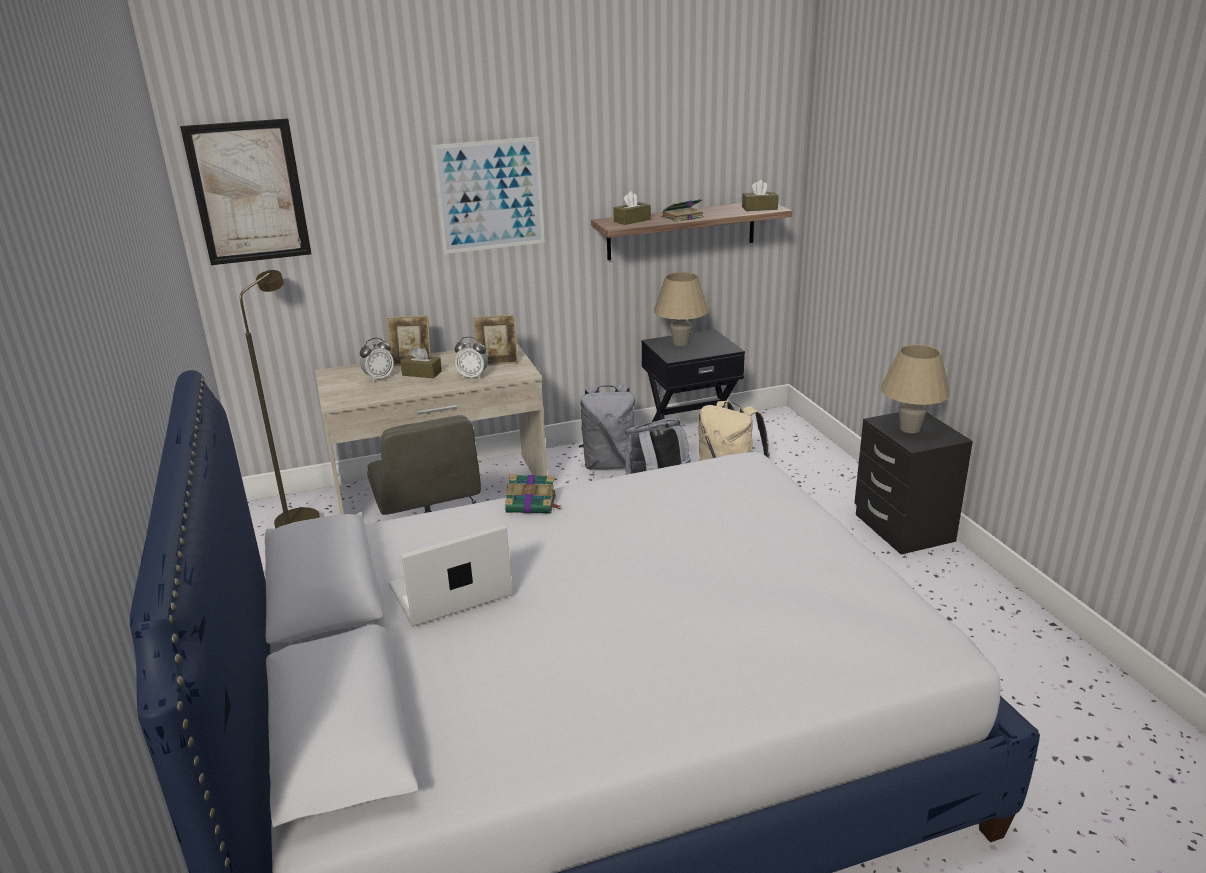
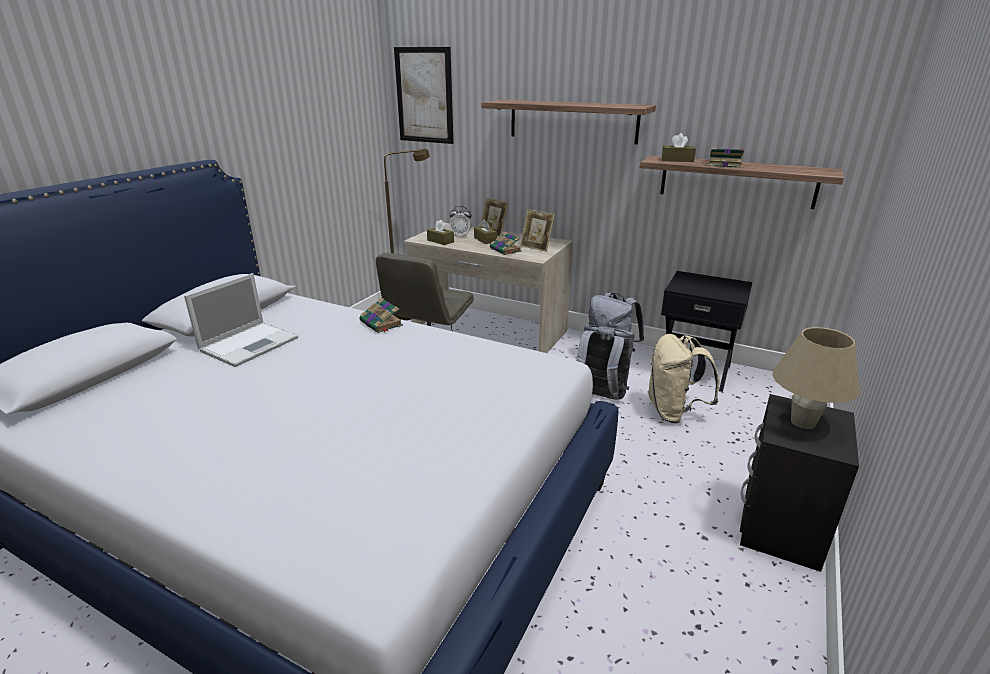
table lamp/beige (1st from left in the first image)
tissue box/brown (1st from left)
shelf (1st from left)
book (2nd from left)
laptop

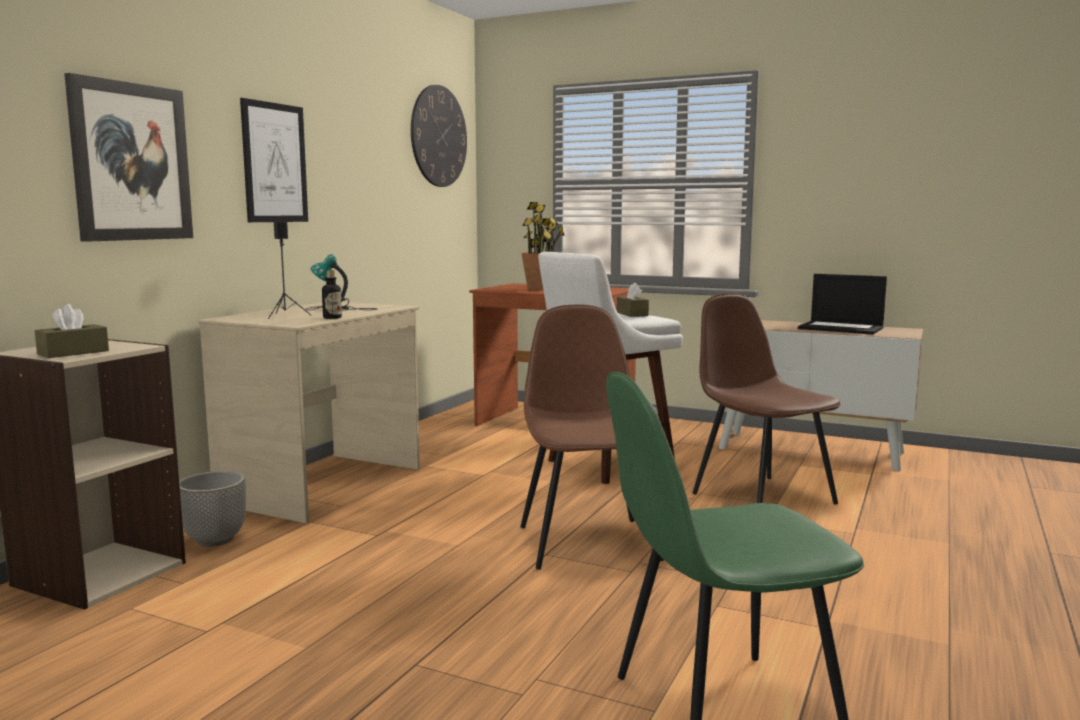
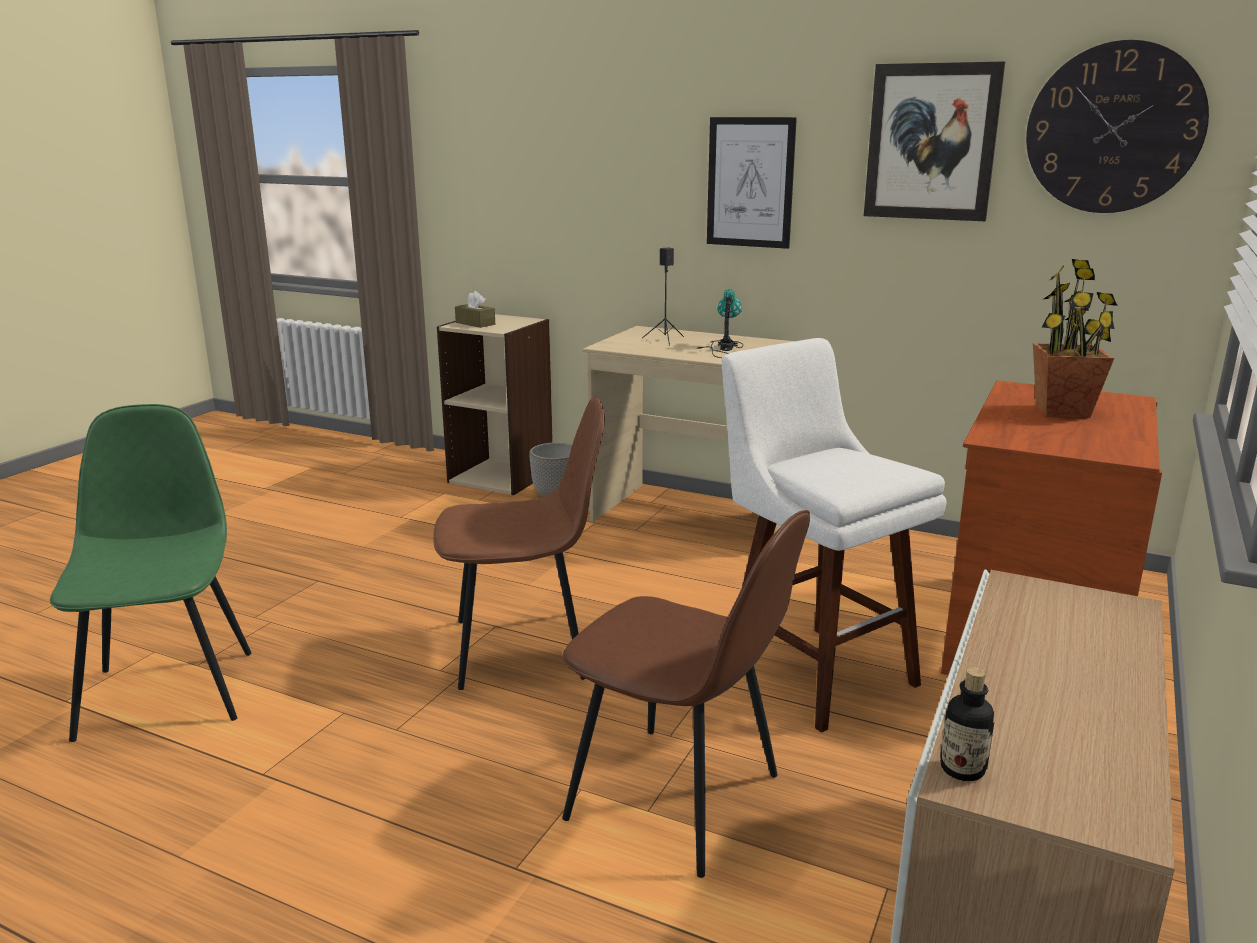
tissue box/brown (2nd from left in the first image)
laptop
picture (2nd from left)
bottle
chair/brown (2nd from left)

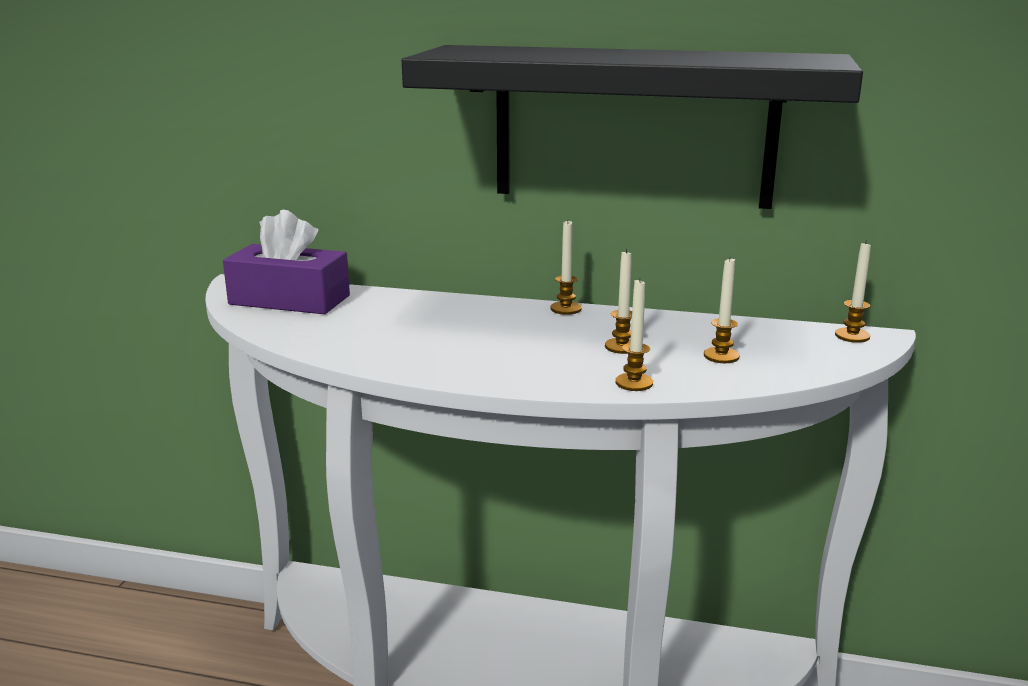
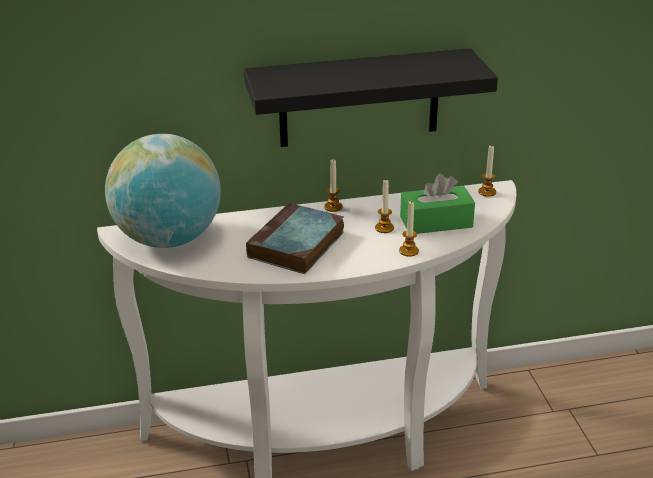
book
globe
tissue box/green

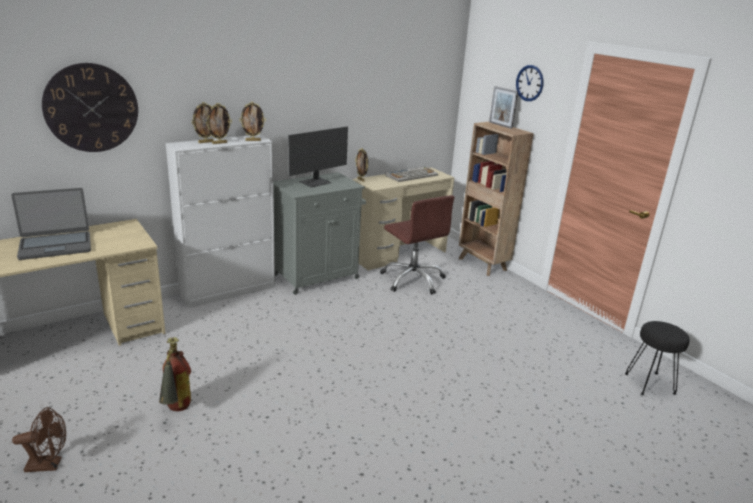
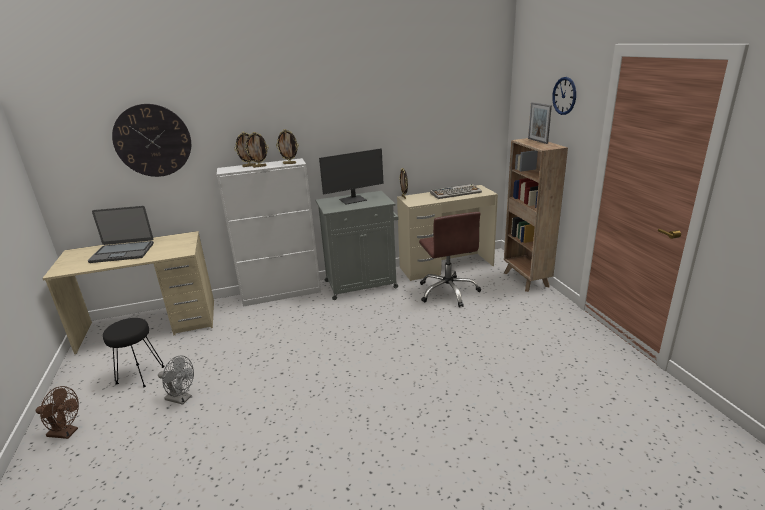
stool/black
fan/grey

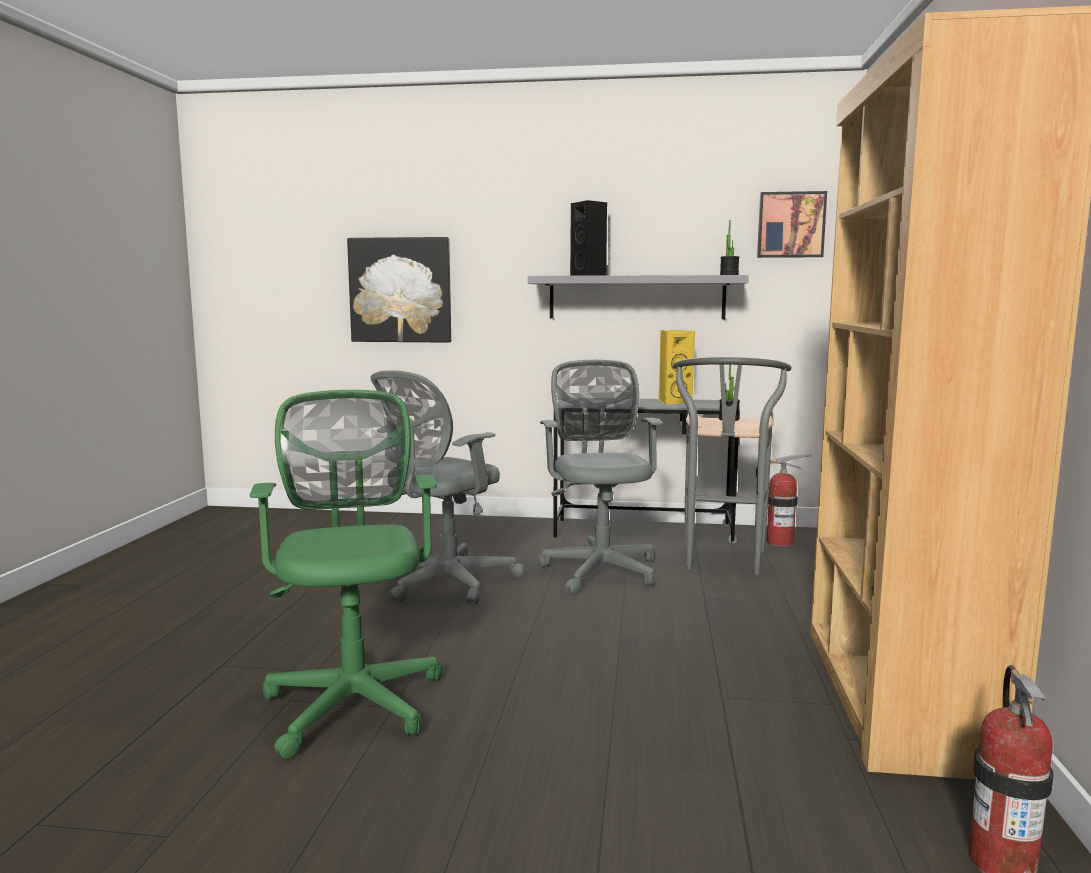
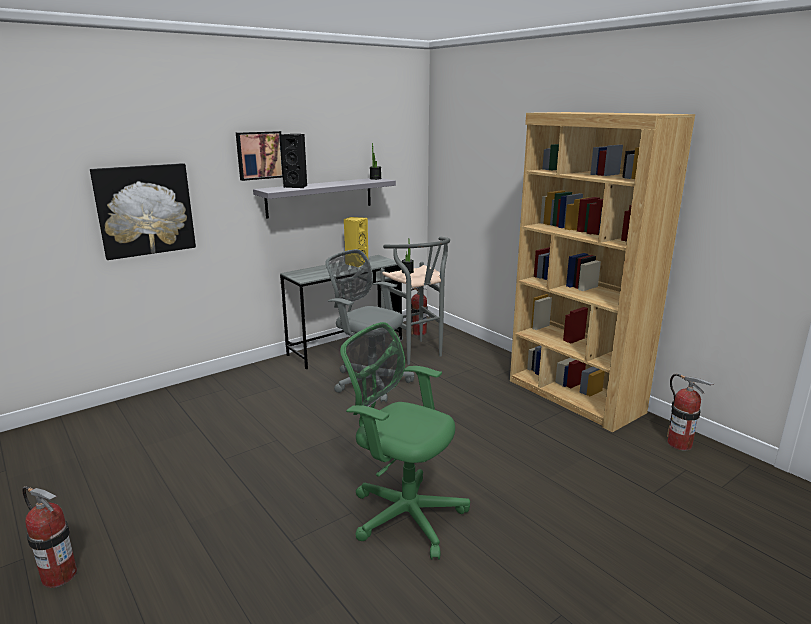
office chair/grey (1st from left in the first image)
fire extinguisher (1st from left)
picture (2nd from left)

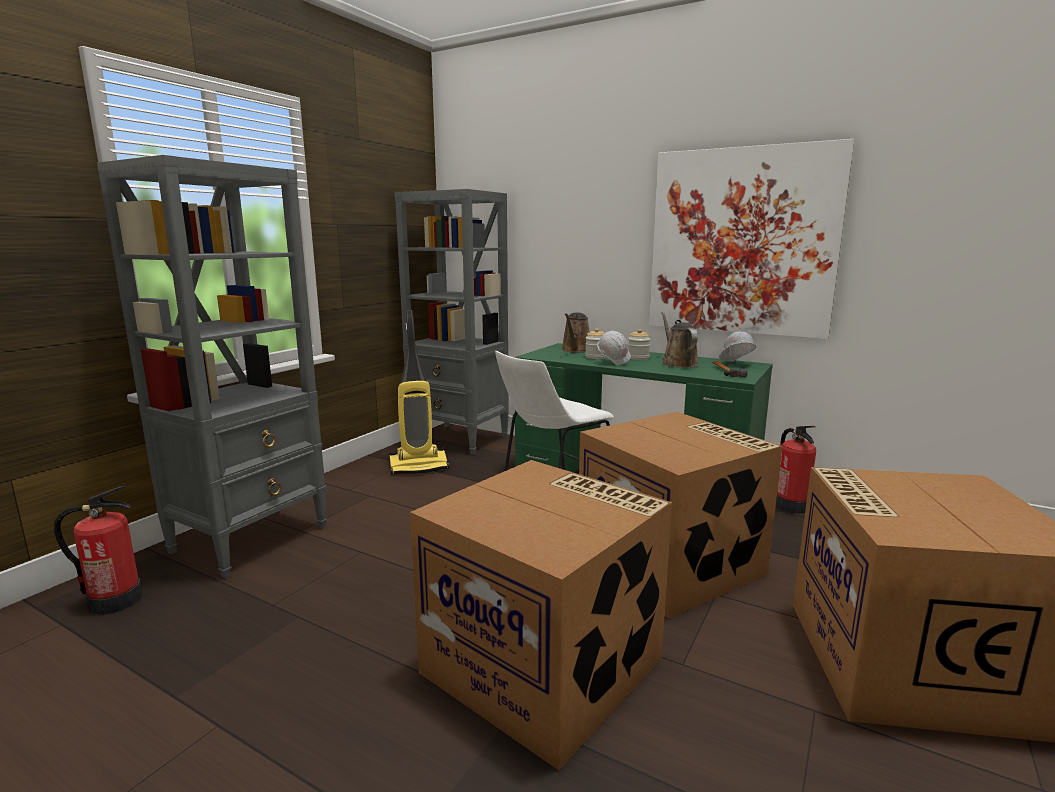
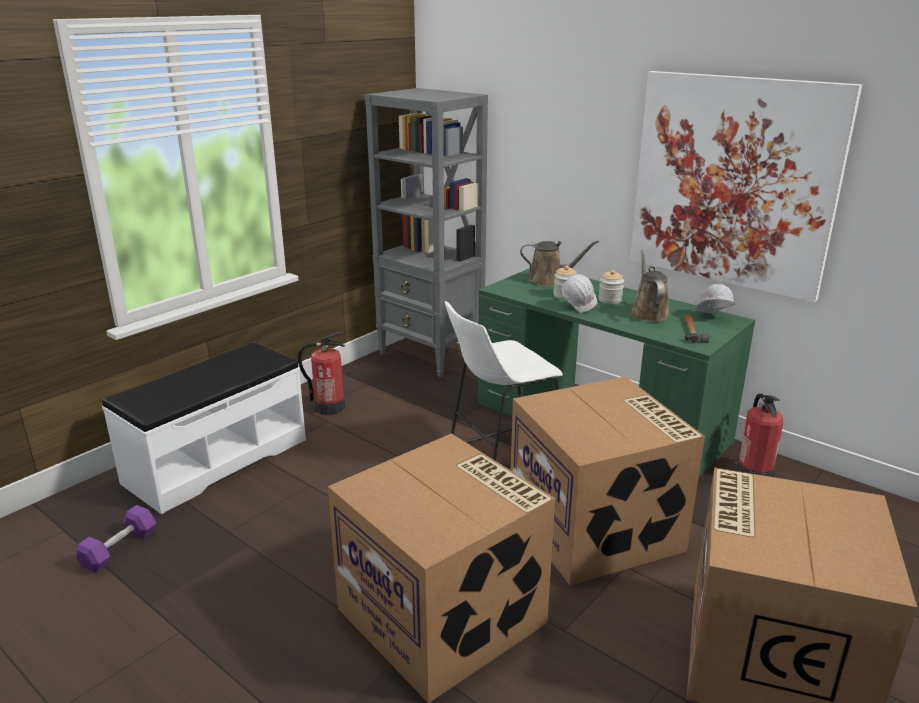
vacuum cleaner
dumbbell/purple
fire extinguisher (1st from left)
bench/white
watering can/brown (1st from left)

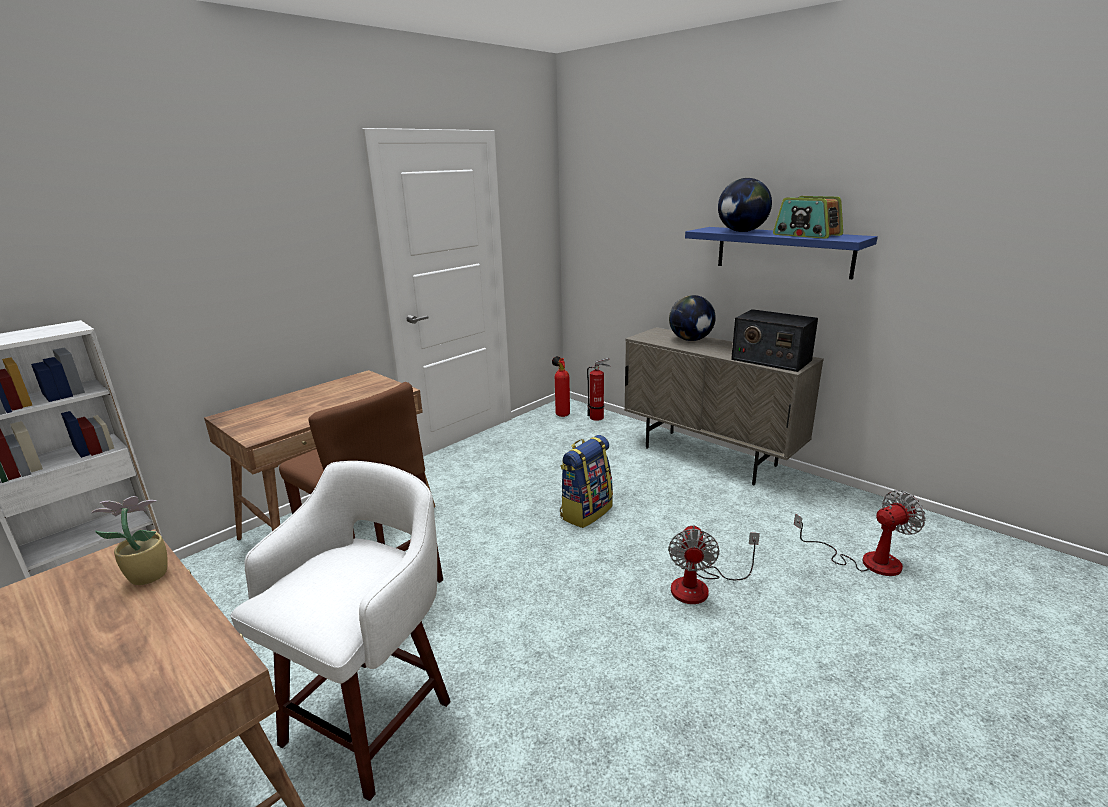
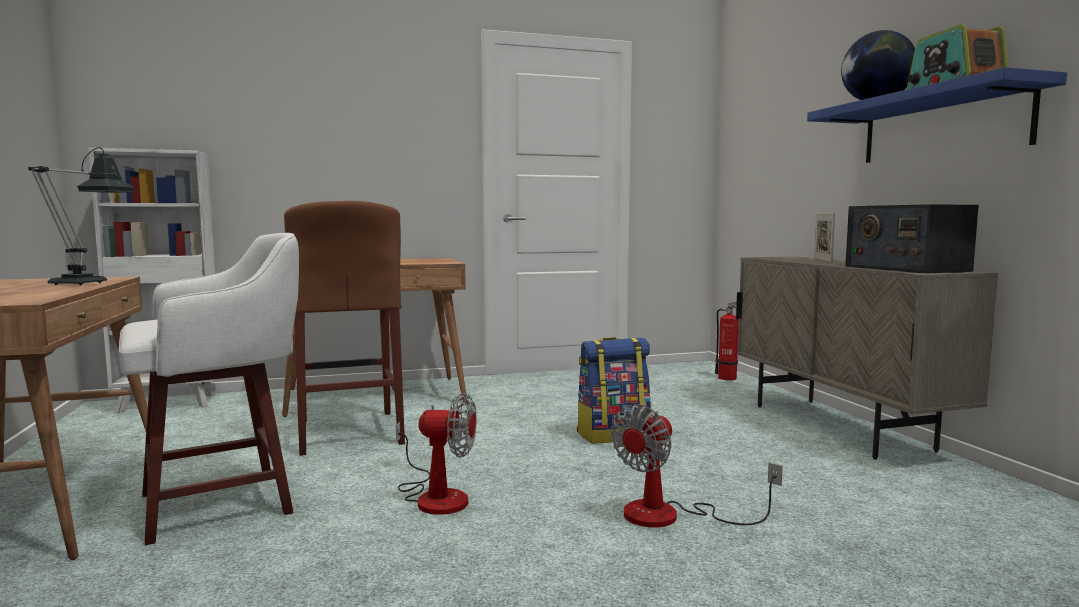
fire extinguisher (1st from left in the first image)
fan (1st from left)
table lamp
picture frame

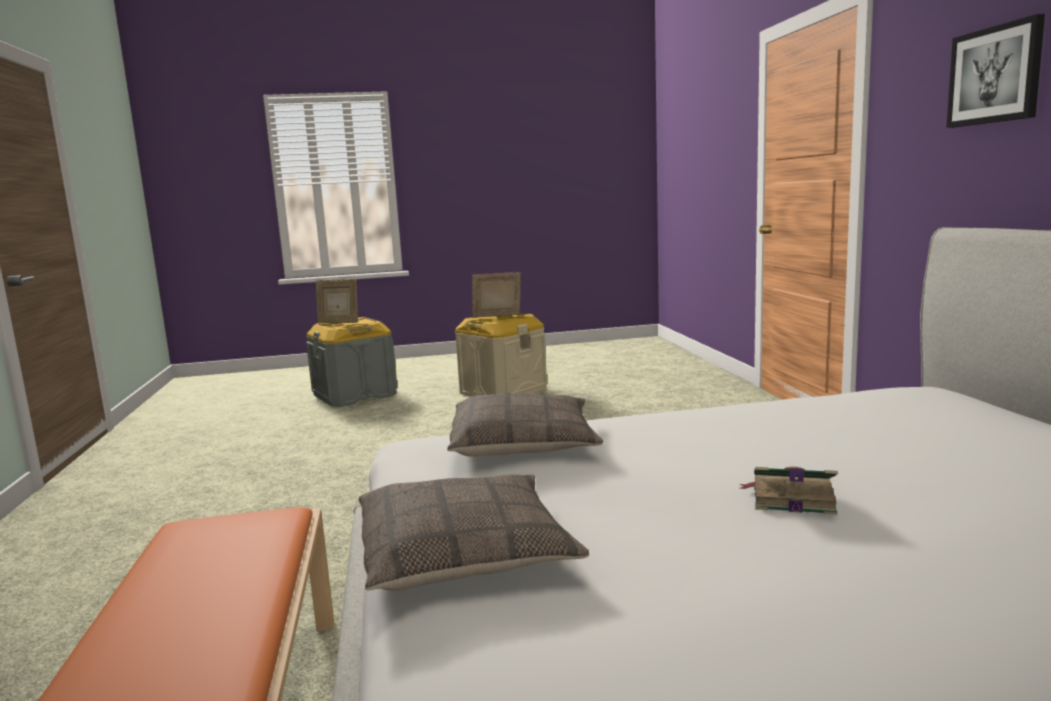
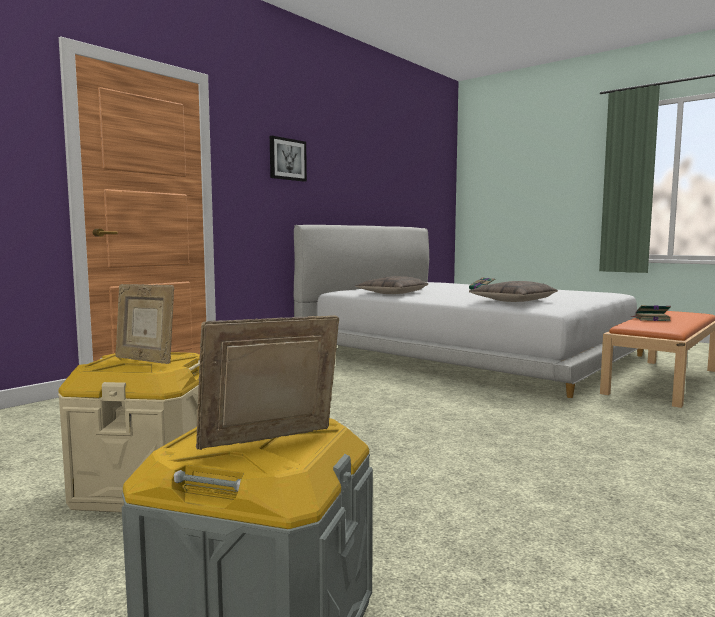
book (2nd from left)
pillow (1st from left)
picture frame (2nd from left)

